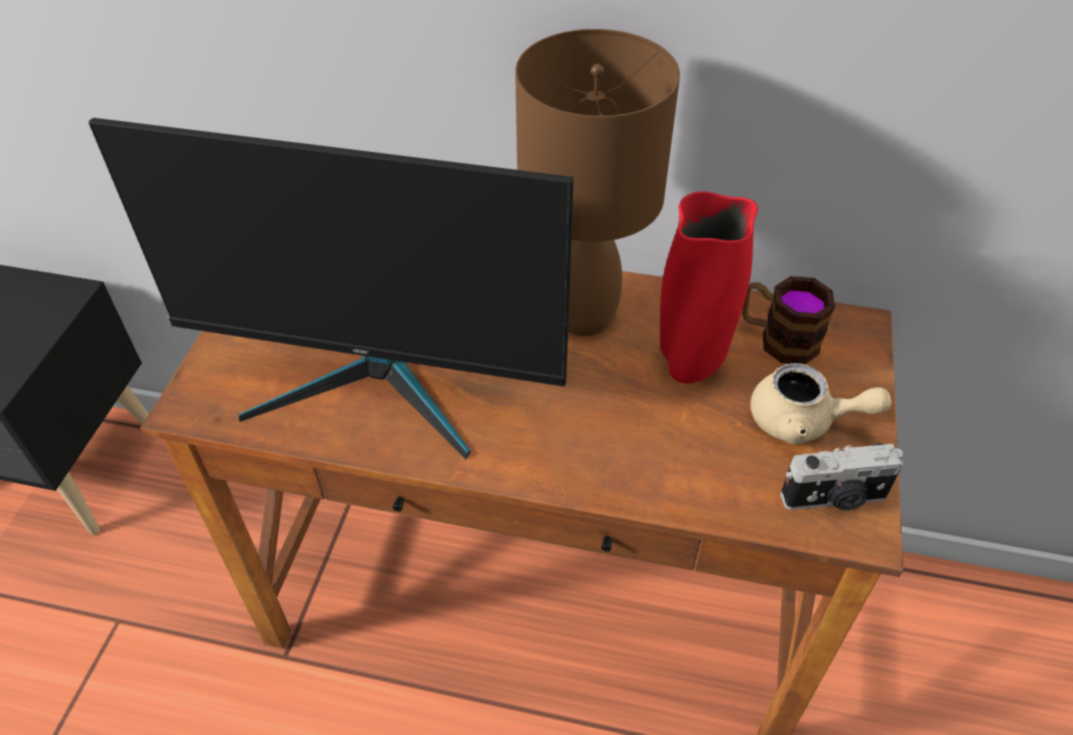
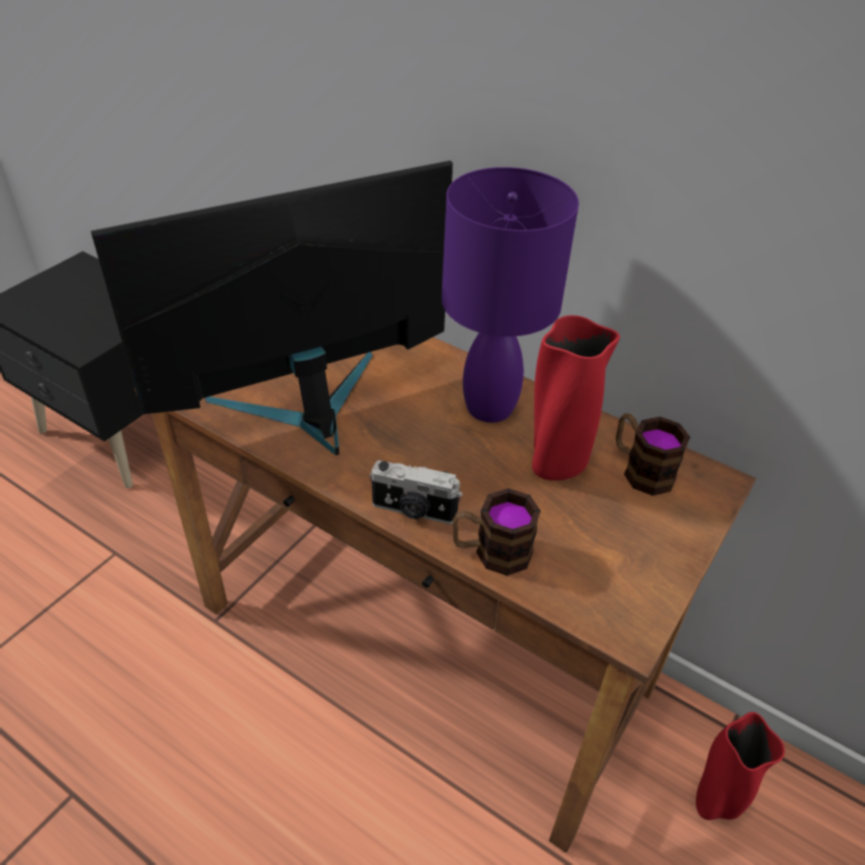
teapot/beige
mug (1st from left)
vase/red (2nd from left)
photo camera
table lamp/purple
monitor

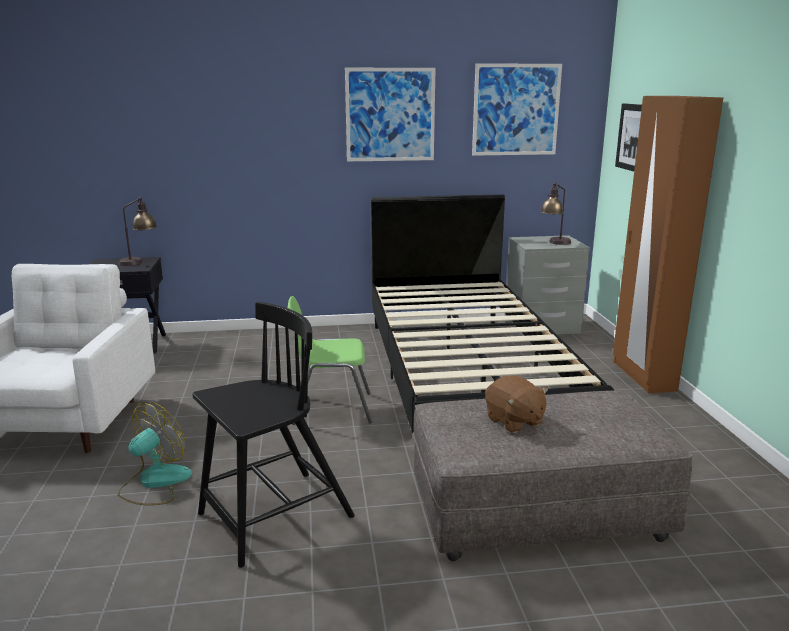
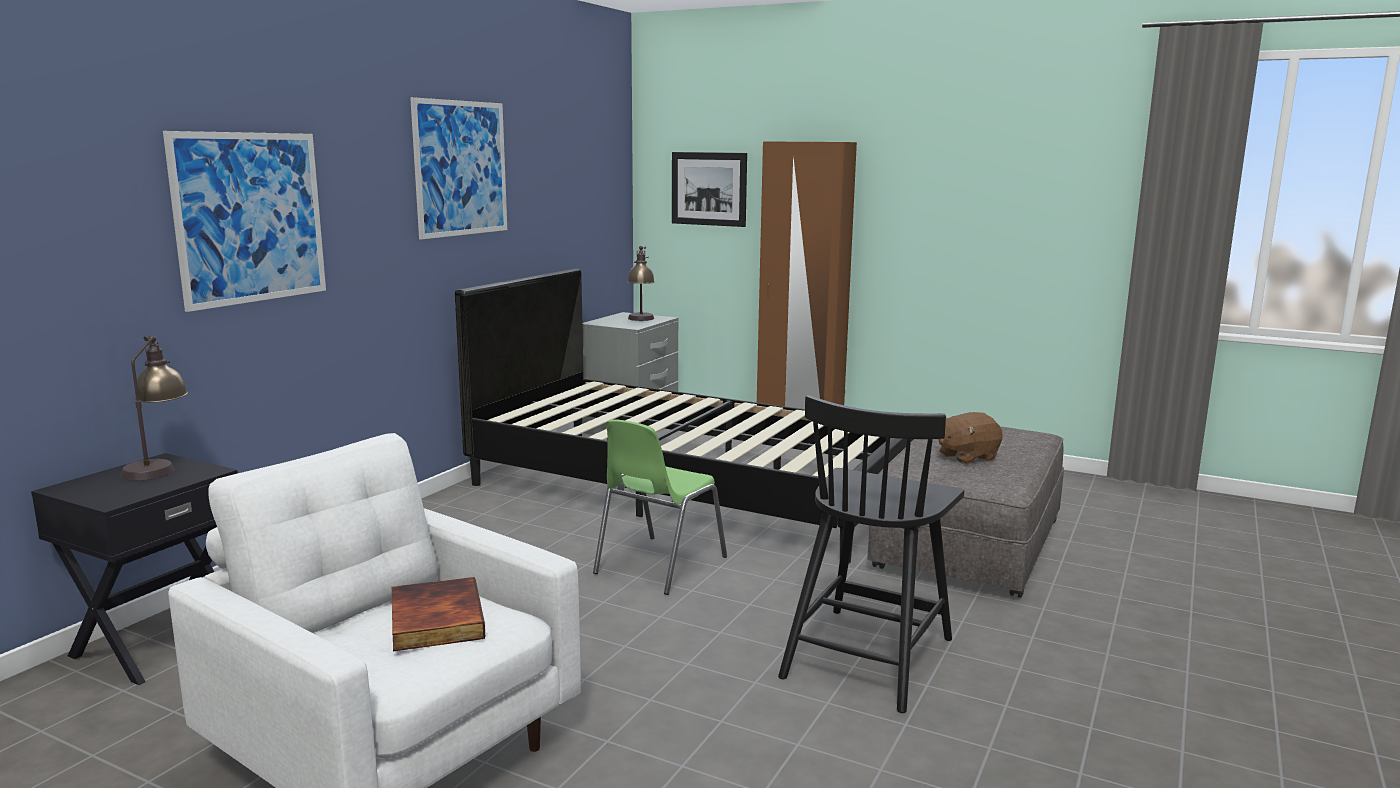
fan
book
picture (1st from left)
chair/black
plush toy/brown

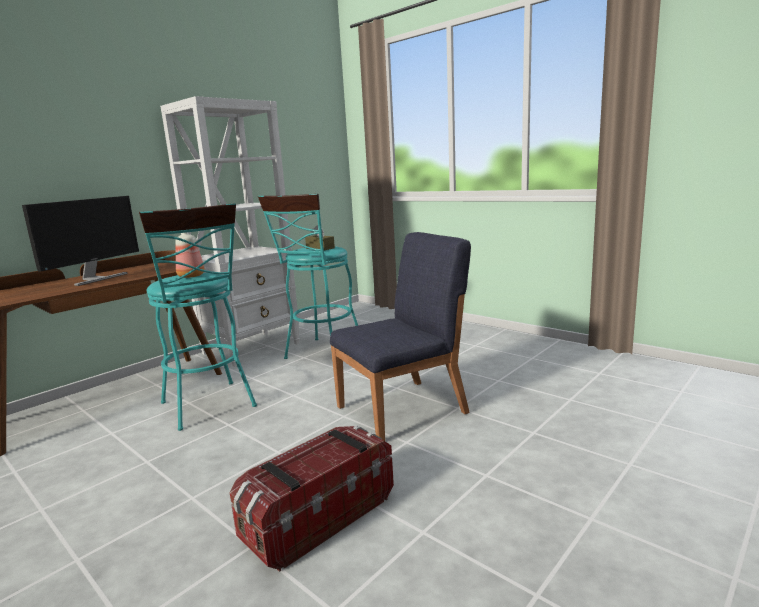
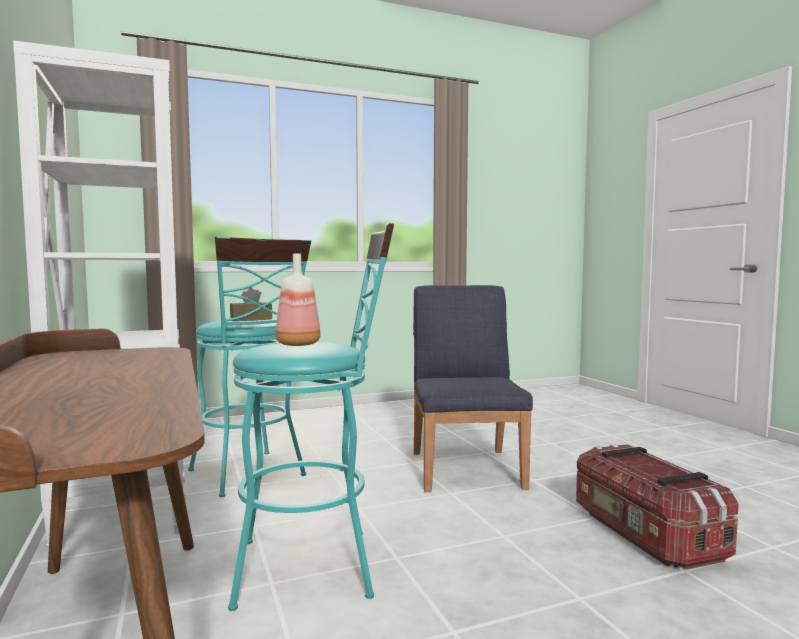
monitor

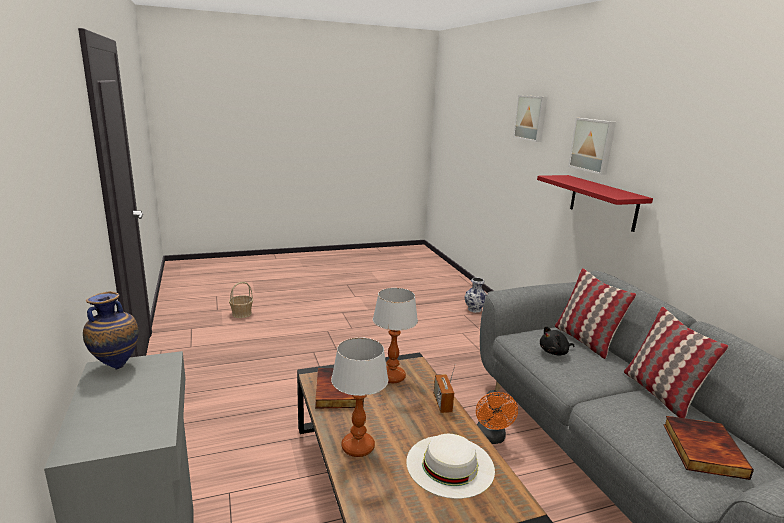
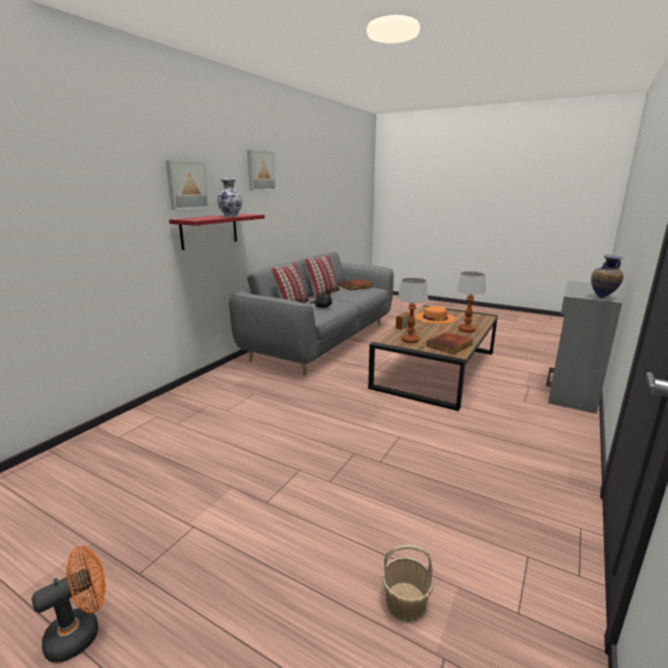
vase (1st from left)
fan/orange
picture (2nd from left)
hat/orange

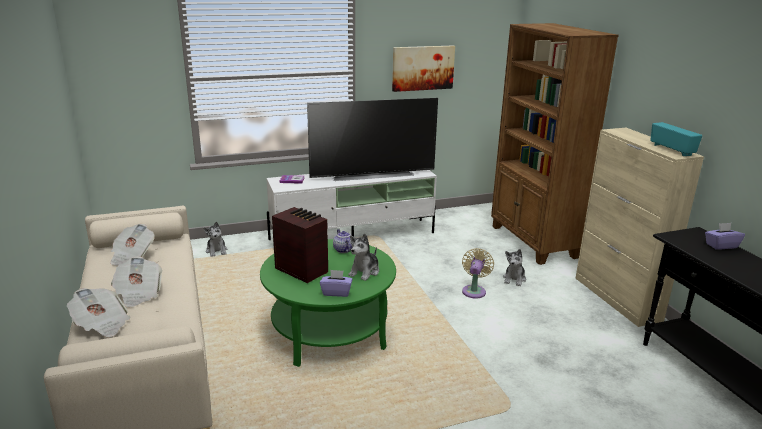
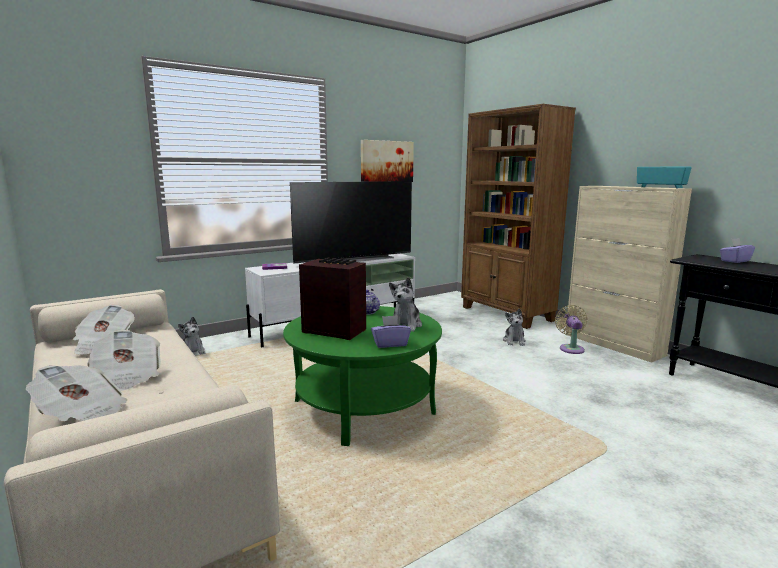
fan/beige

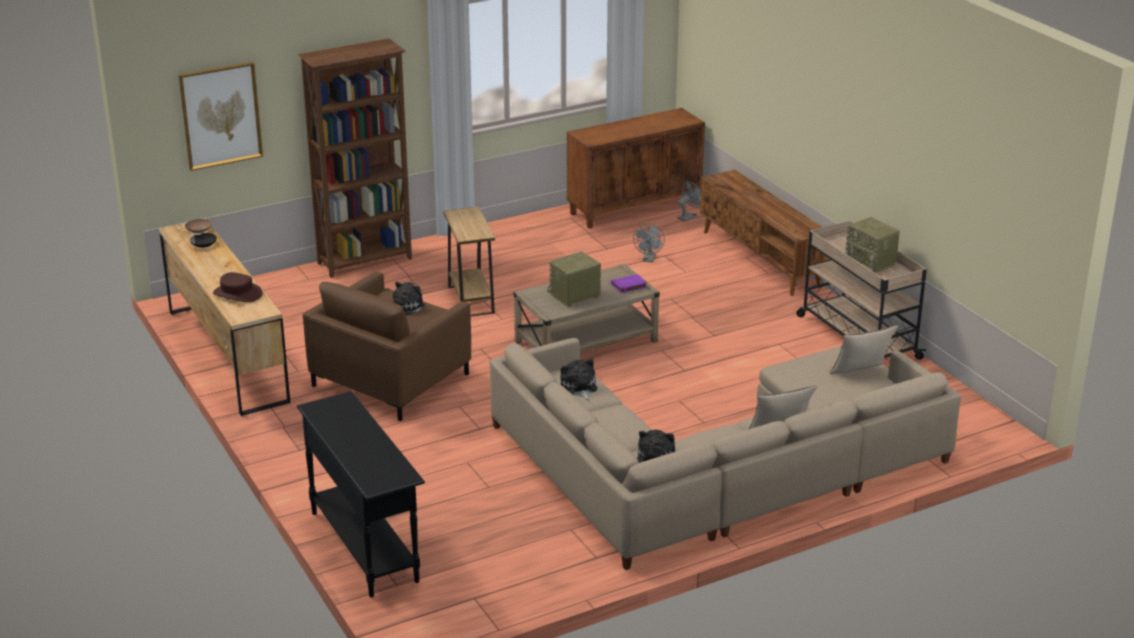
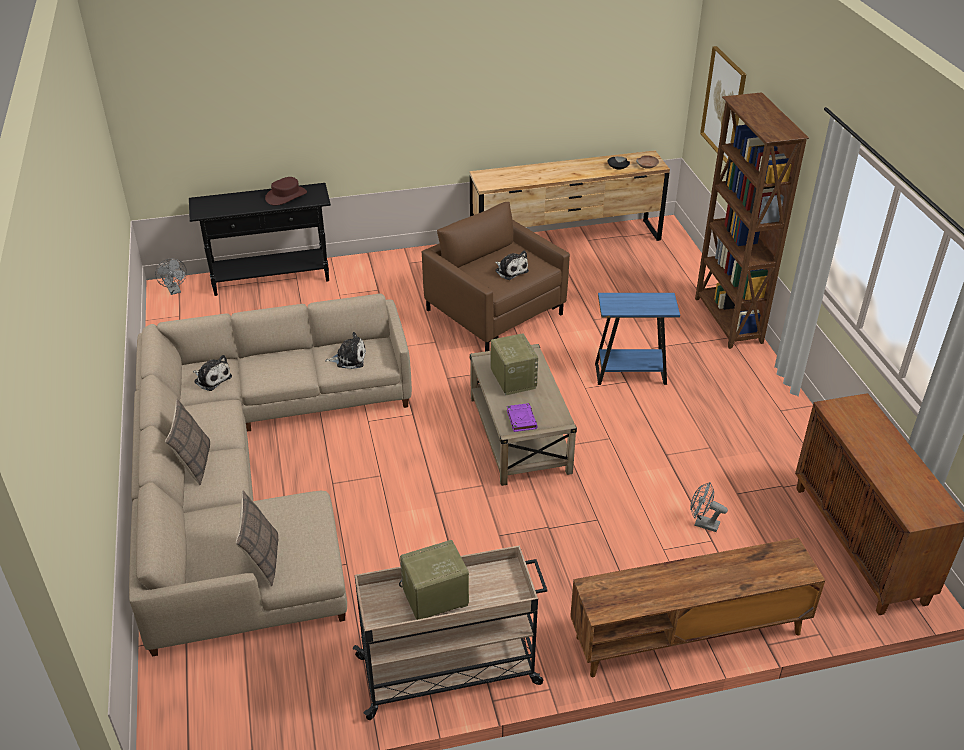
hat/brown
fan/grey (1st from left)
side table/blue

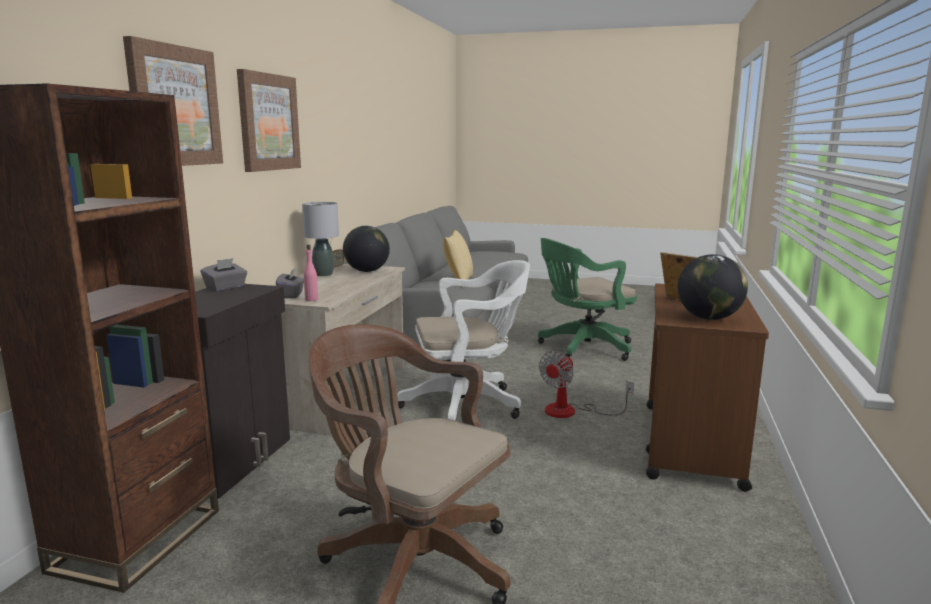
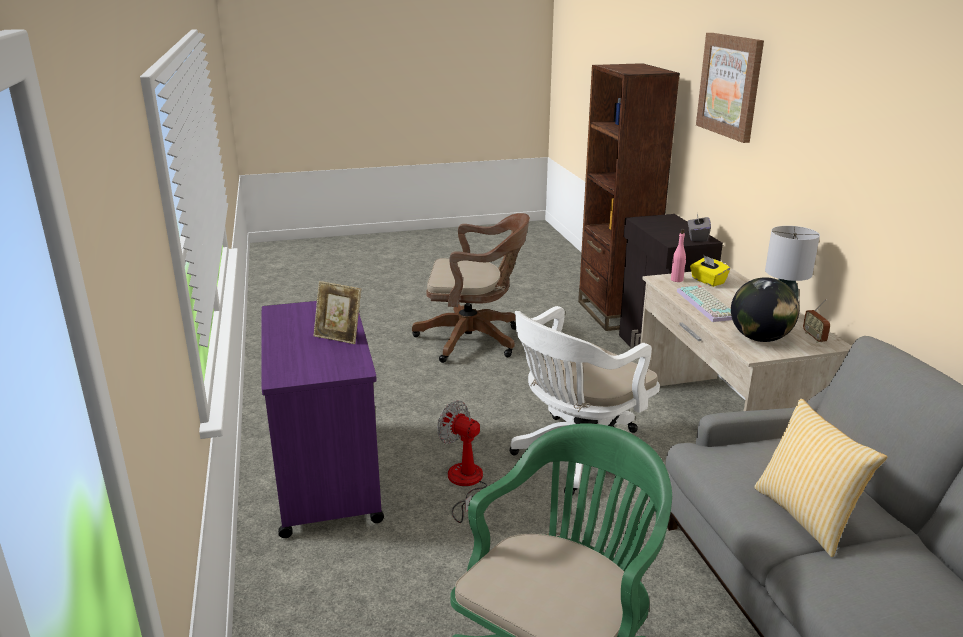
picture (2nd from left in the first image)
globe (2nd from left in the first image)
keyboard
tissue box/yellow
cart/purple
fan

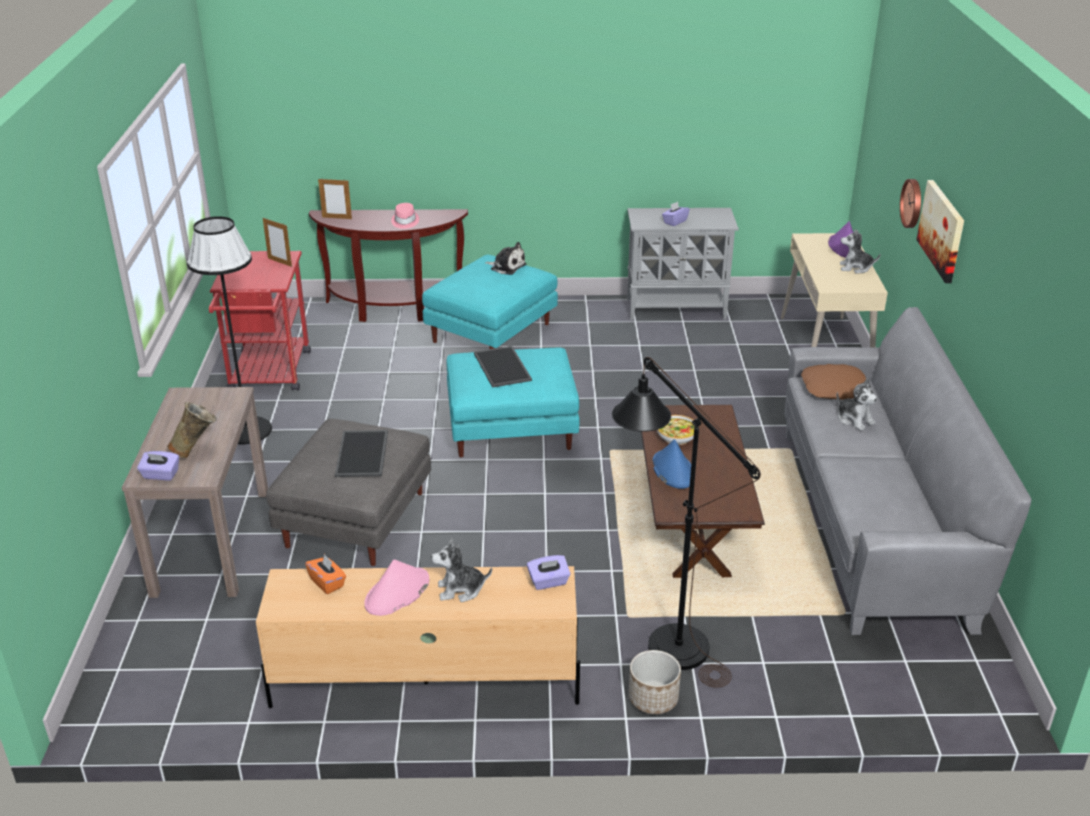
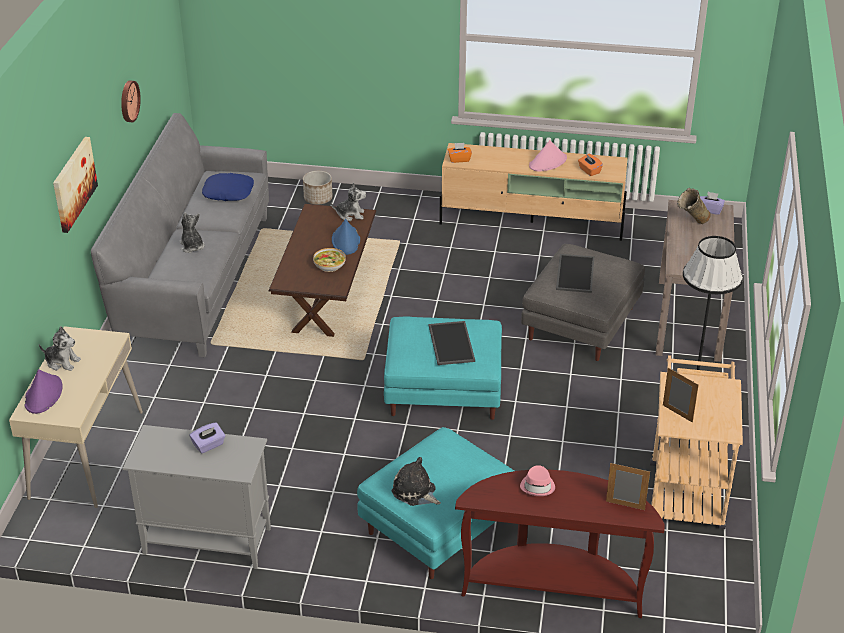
floor lamp/black (2nd from left in the first image)
pillow/brown
pillow/blue
plush toy (3rd from left)
planter
wall clock
cart/beige
tissue box/orange (1st from left)

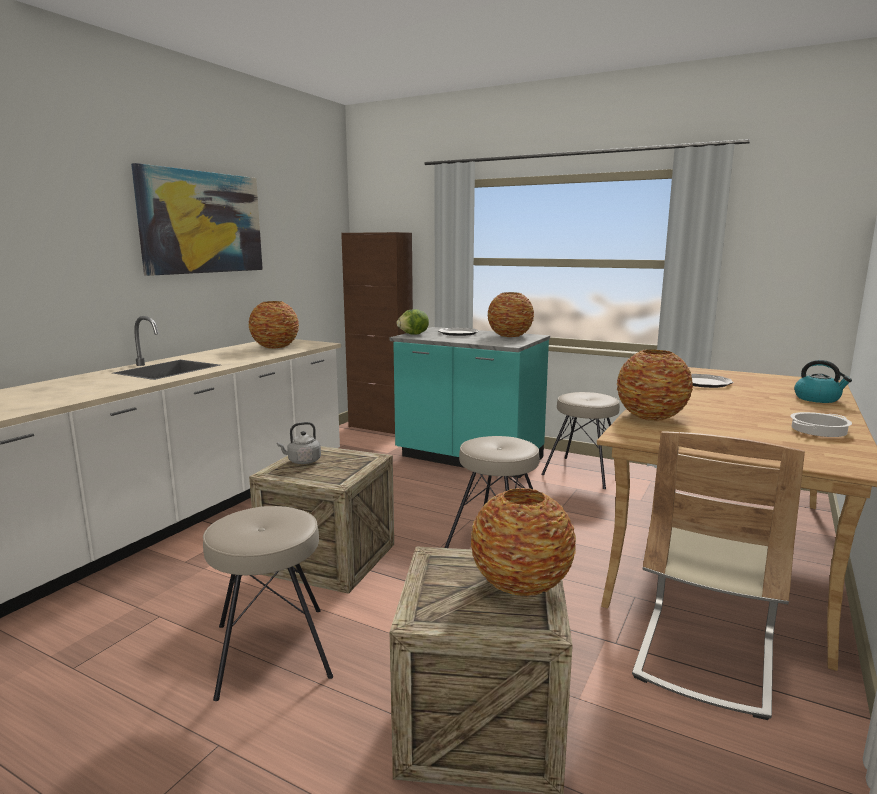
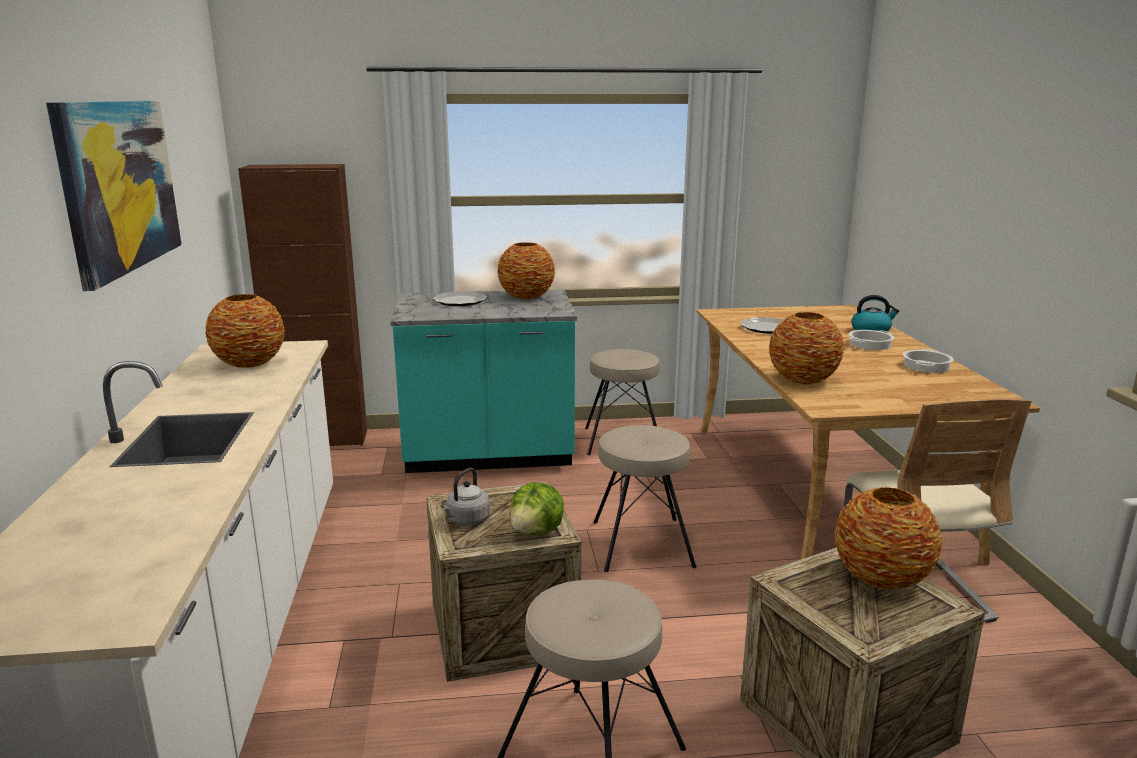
cooking pot (1st from left)
lettuce

